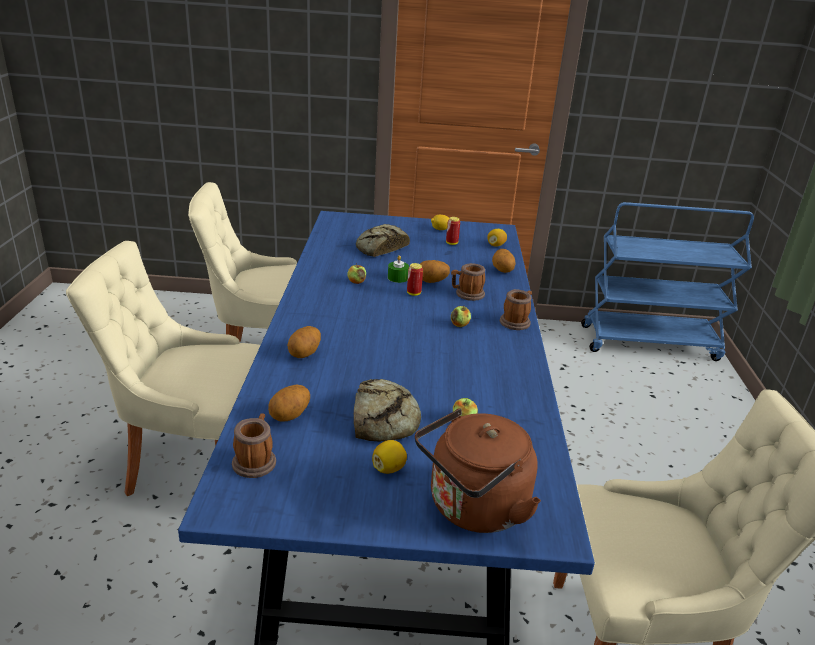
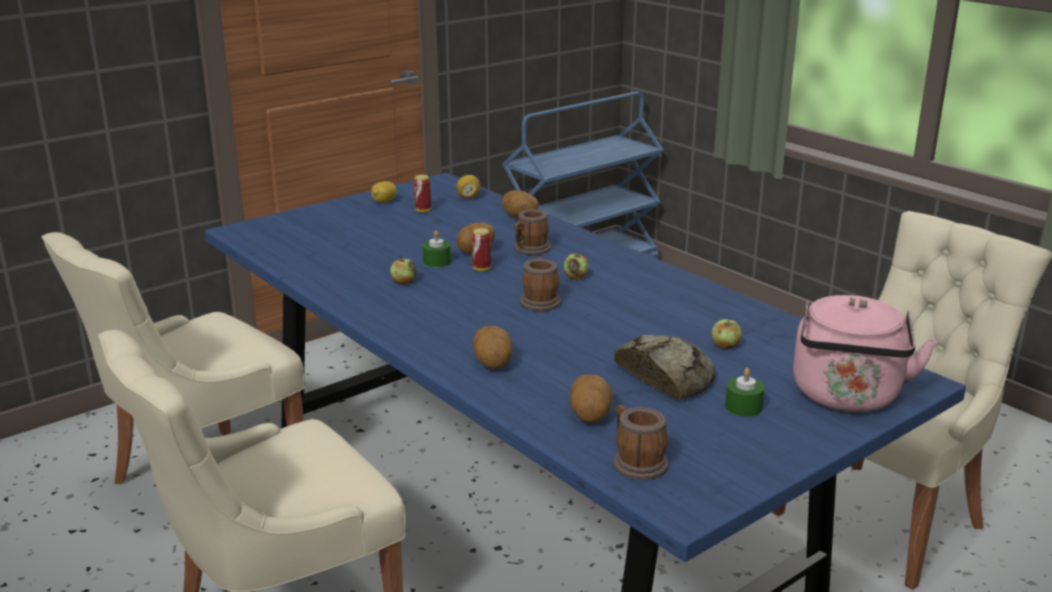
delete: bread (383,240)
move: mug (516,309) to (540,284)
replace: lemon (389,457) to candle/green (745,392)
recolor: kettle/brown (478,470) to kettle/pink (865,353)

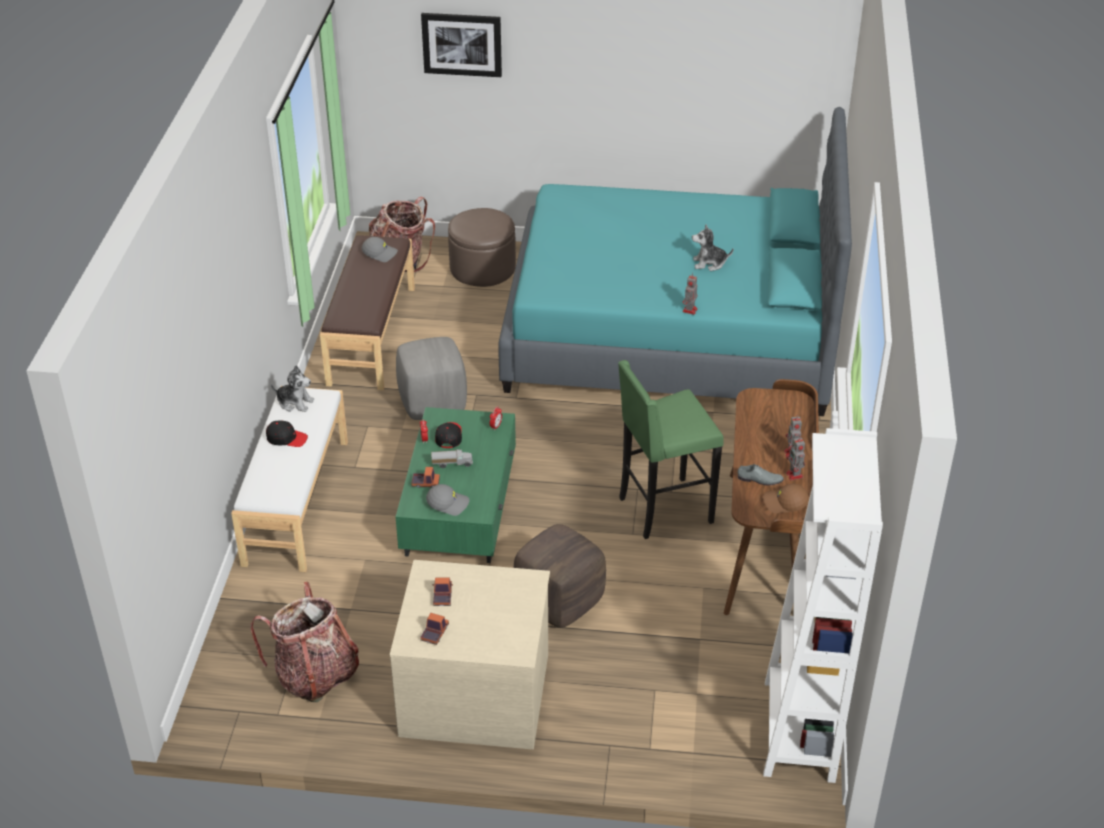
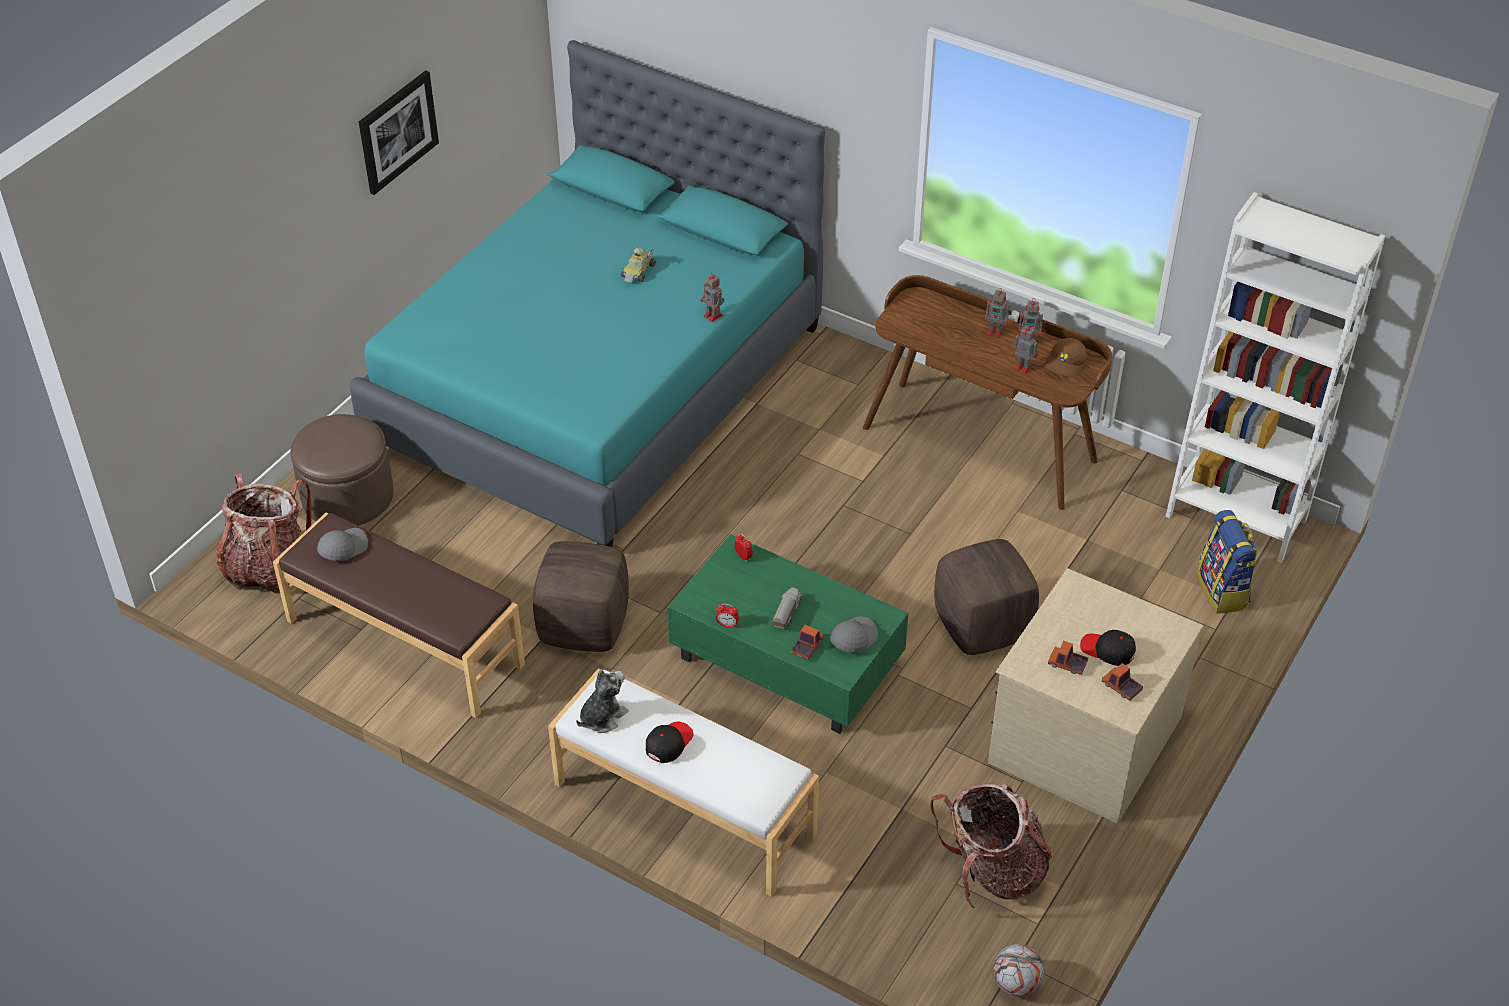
delete: stool/green (671,449)
insert: football (1018,970); backpack (1227,562)
move: picture (461,45) to (399,132); cap/black (448,435) to (1108,648)
replace: plush toy (712,247) to toy car (638,264); shoe/grey (760,474) to toy robot (1025,349)
recolor: ottoman/grey (431,378) to ottoman/brown (581,596)

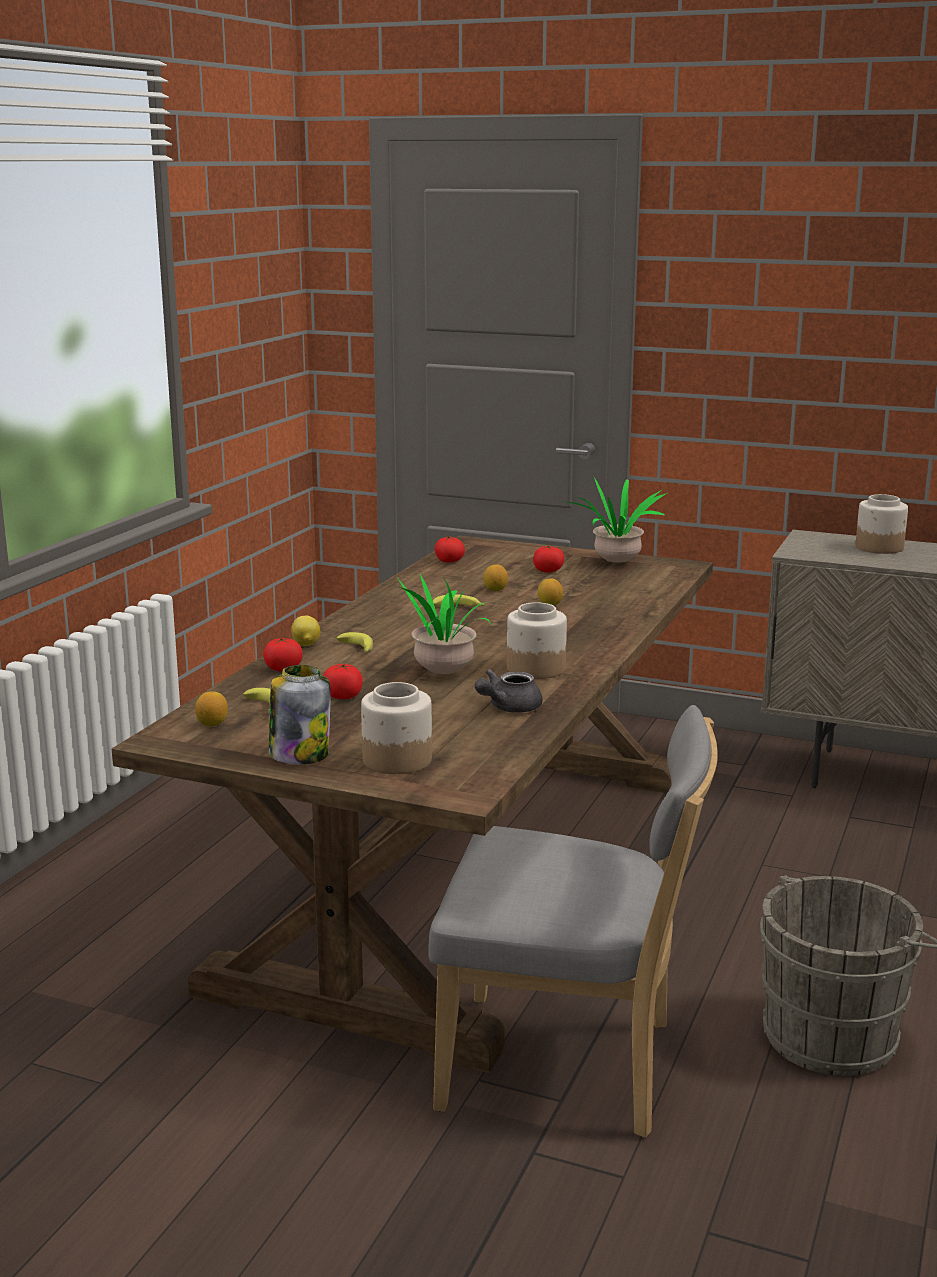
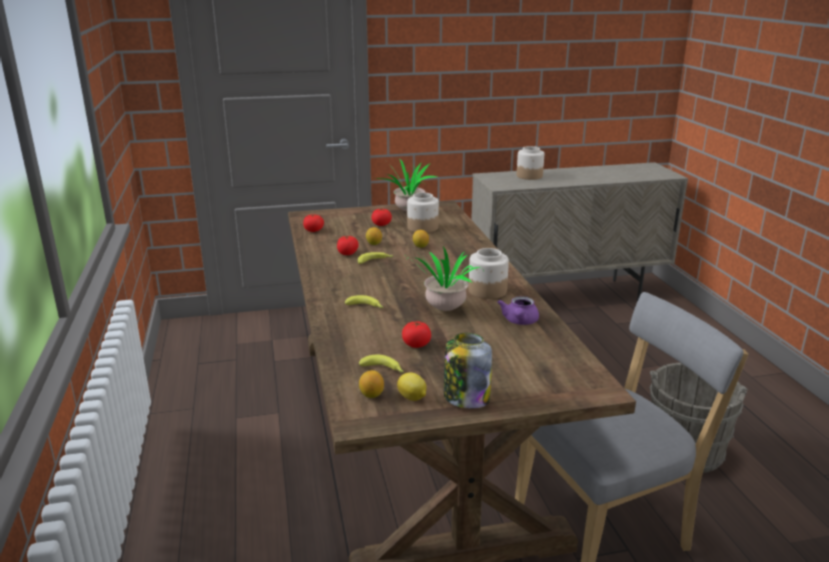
move: tomato (283,654) to (348,245); lemon (305,631) to (412,386); jar (396,728) to (423,213)
recolor: teapot/grey (509,691) to teapot/purple (518,310)

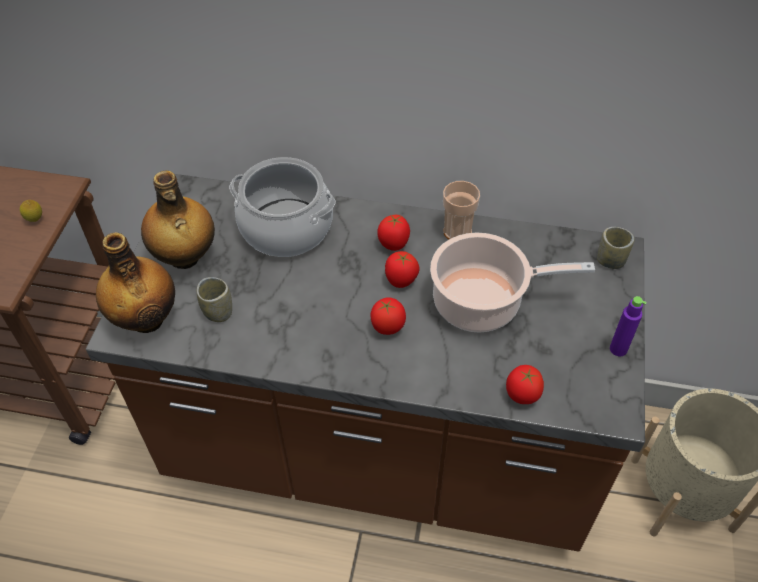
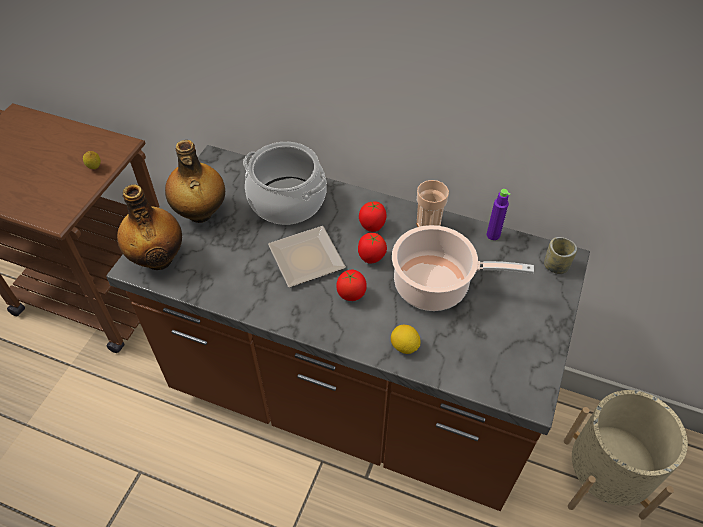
delete: cup (214,299); tomato (525,384)
insert: plate (307,256); lemon (406,339)
move: bottle/purple (628,326) to (498,214)

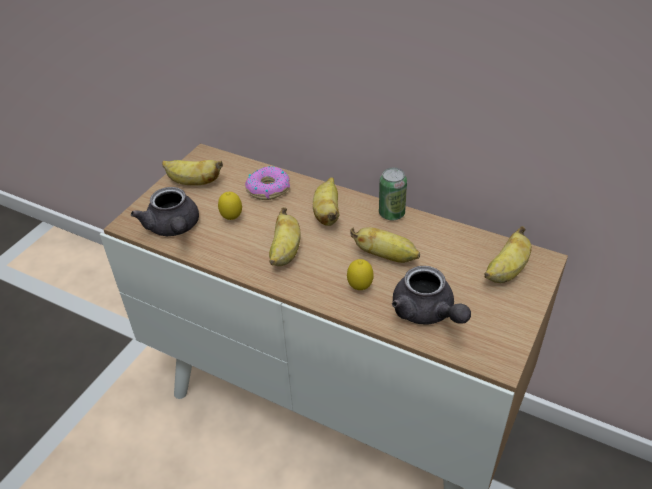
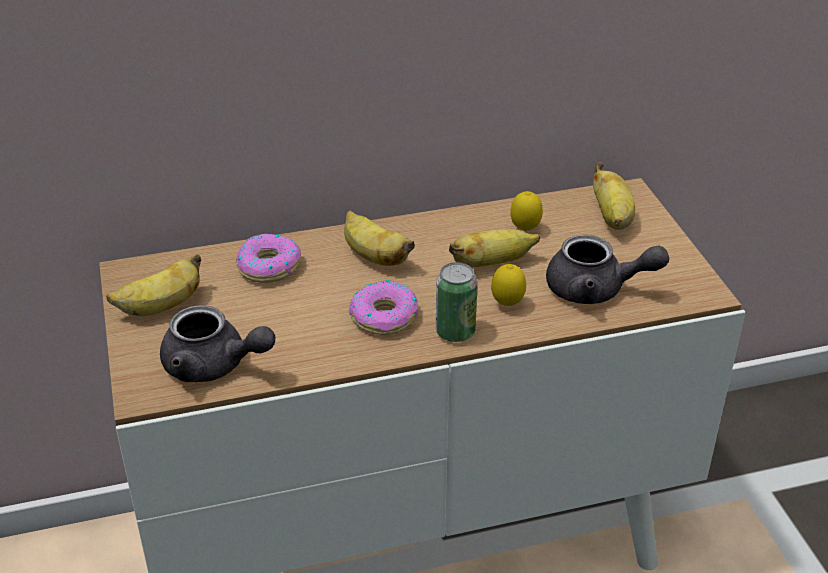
move: lemon (230,206) to (526,211); can (393,194) to (457,302)
replace: banana (285,236) to donut (383,307)

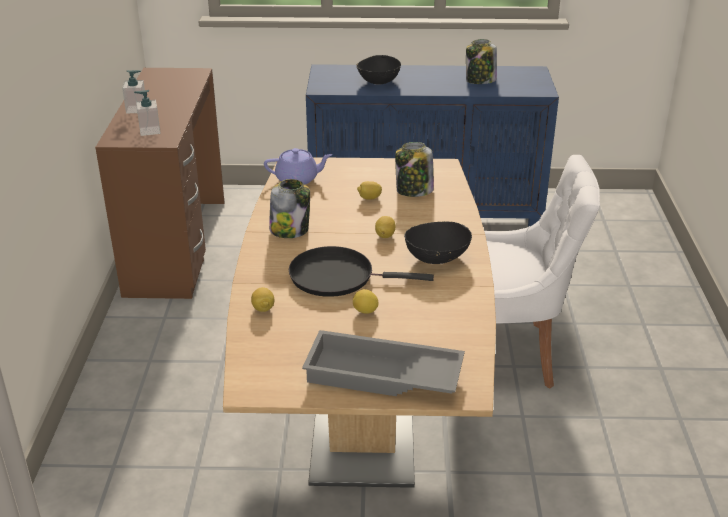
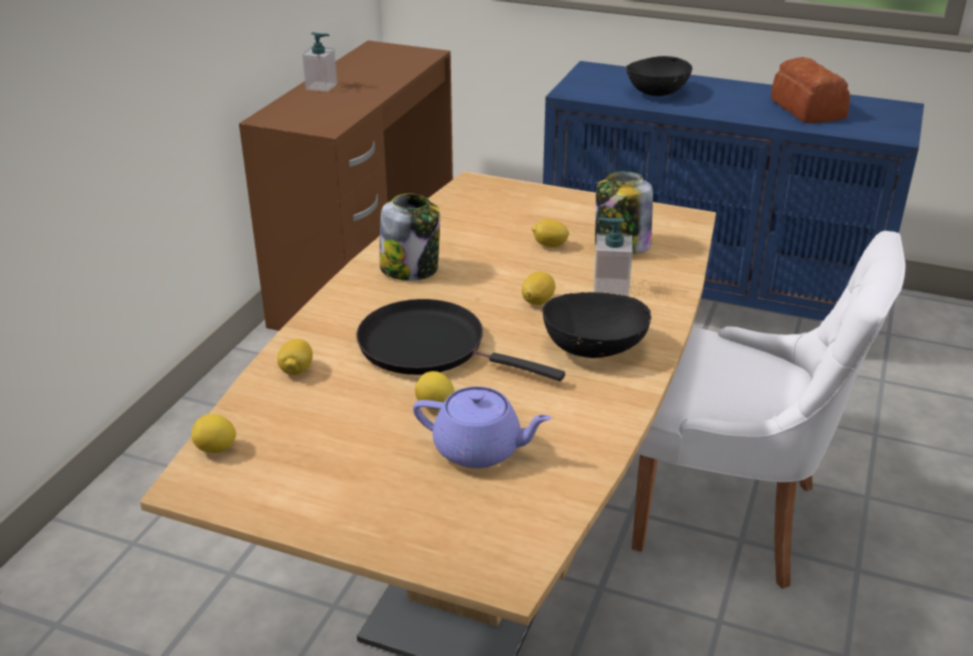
delete: tray/grey (383,363)
insert: lemon (213,433)
move: soap dispenser (147,113) to (613,257); teapot/purple (298,166) to (482,427)
replace: jar (481,61) to bread (810,90)

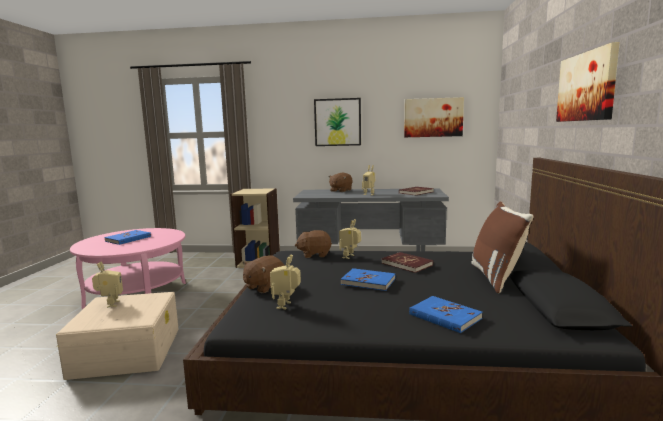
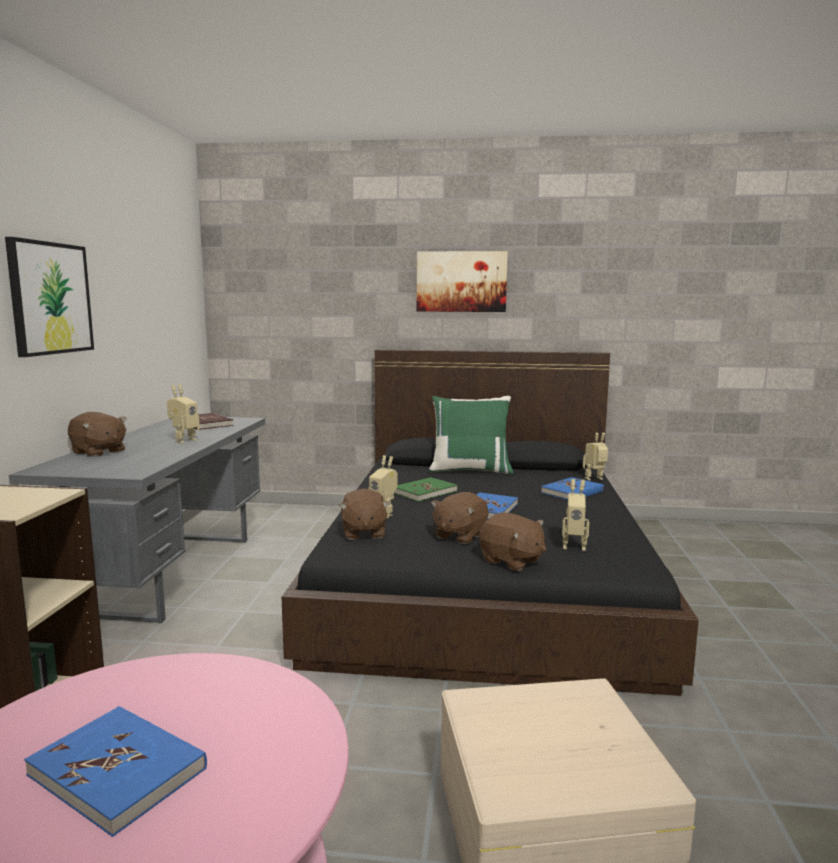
delete: picture (434,117)
insert: plush toy/brown (459,518)
move: toy robot (107,284) to (595,457)
recolor: book/red (407,262) to book/green (426,489); pillow/brown (502,247) to pillow/green (471,435)

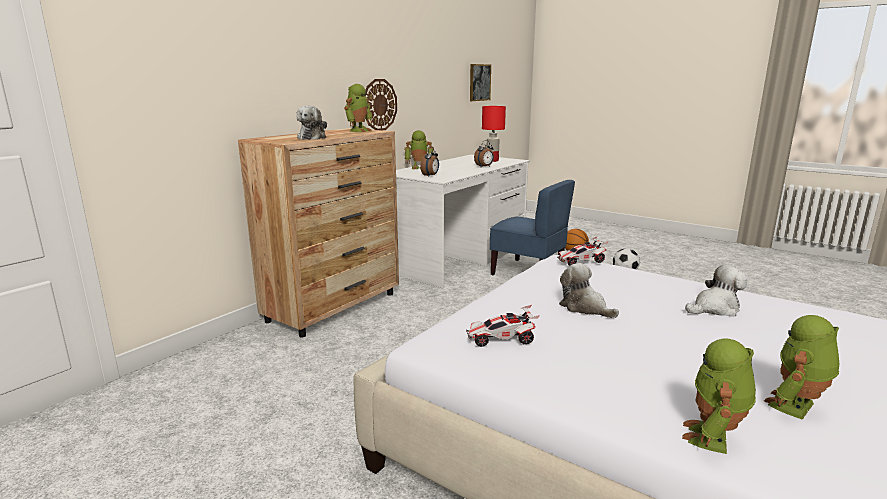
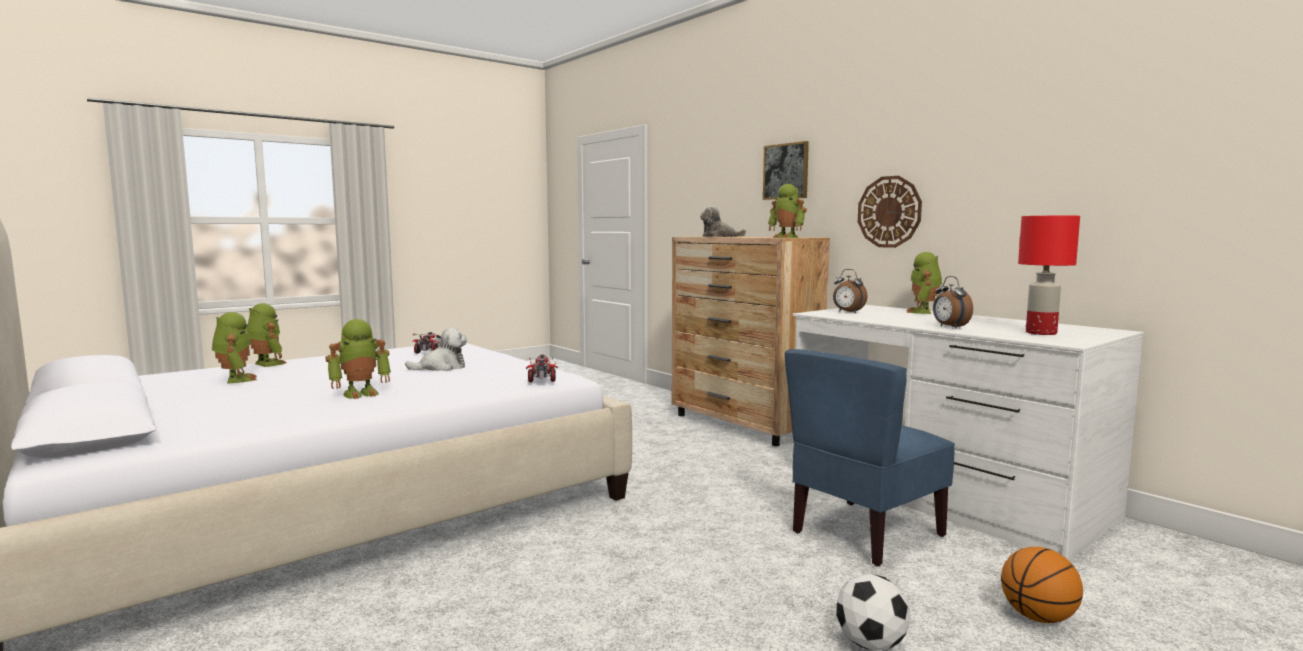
move: picture (480,82) to (786,170)
replace: plush toy (716,291) to toy robot (358,359)

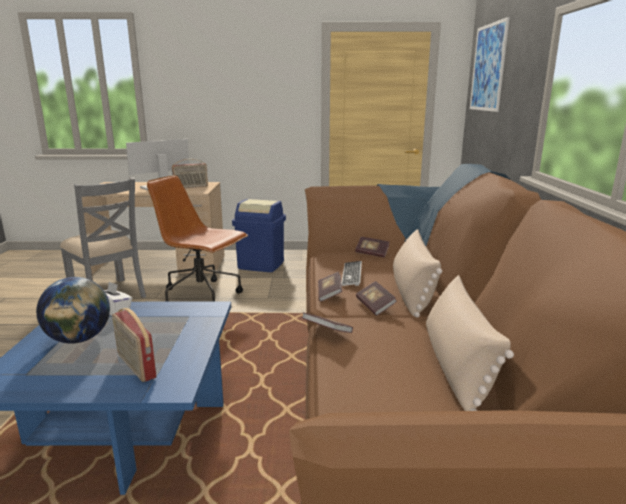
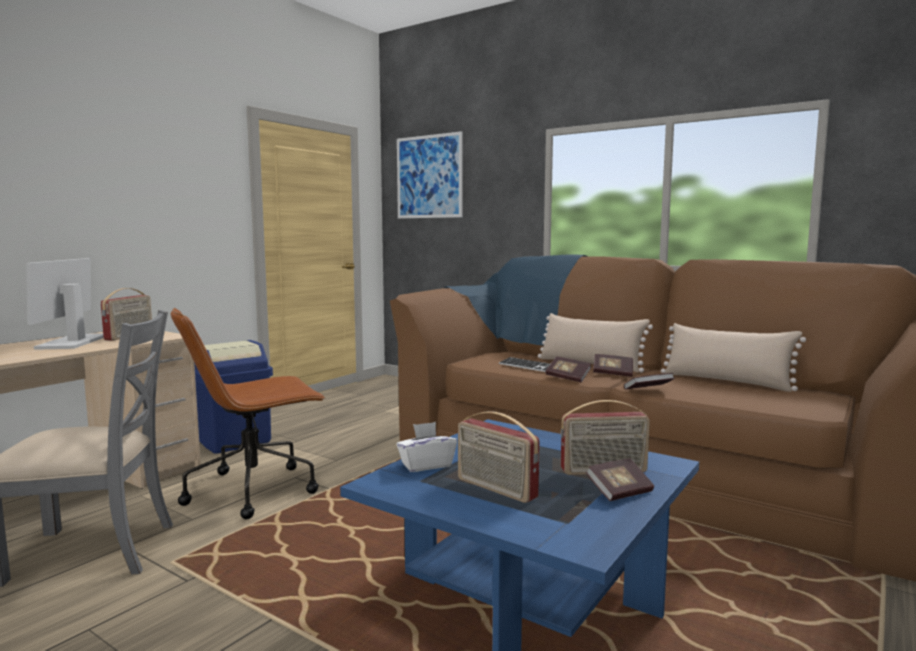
move: book (372,247) to (620,479)
replace: globe (73,310) to radio (499,457)

